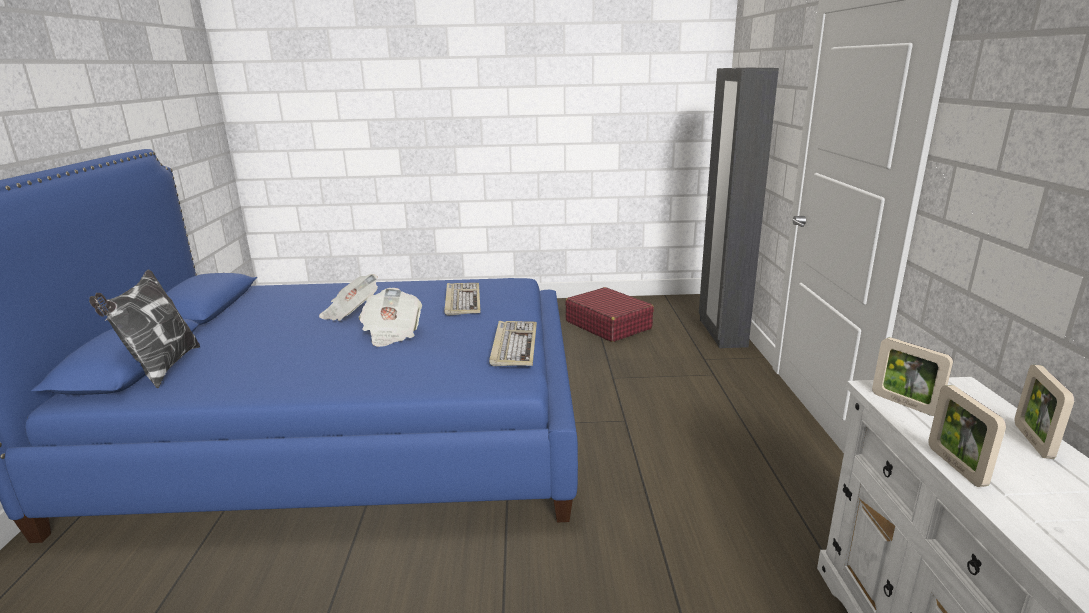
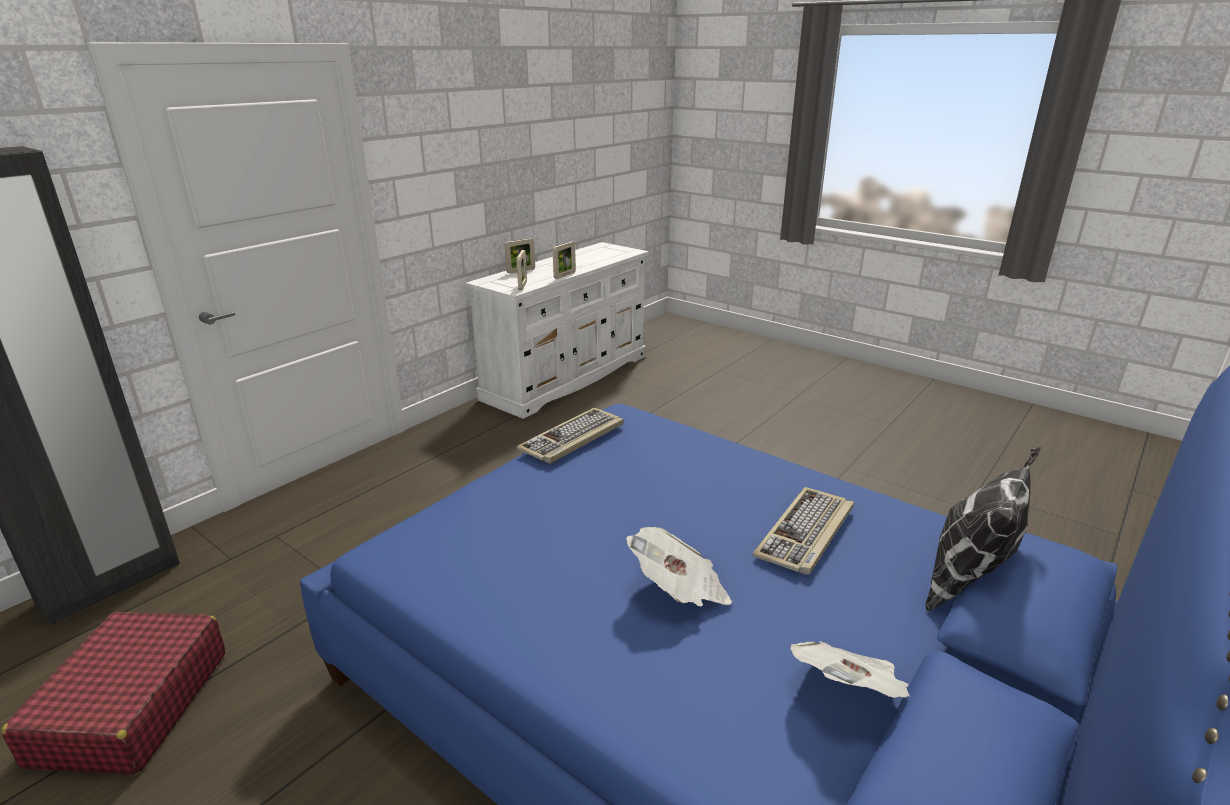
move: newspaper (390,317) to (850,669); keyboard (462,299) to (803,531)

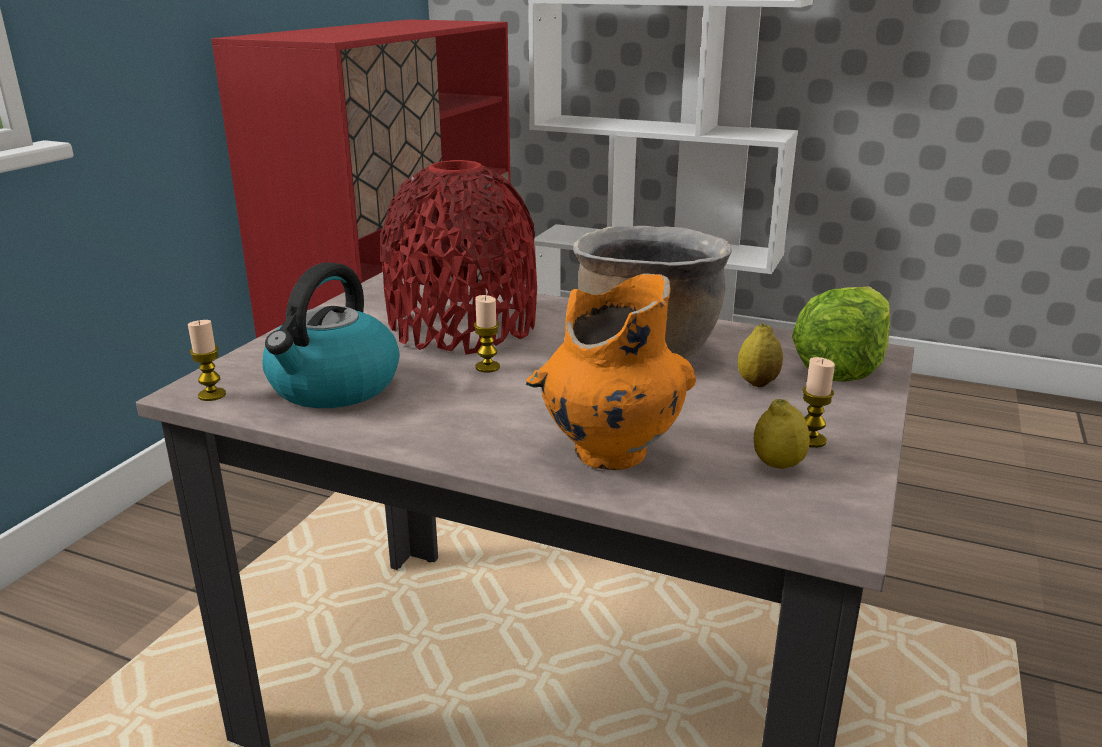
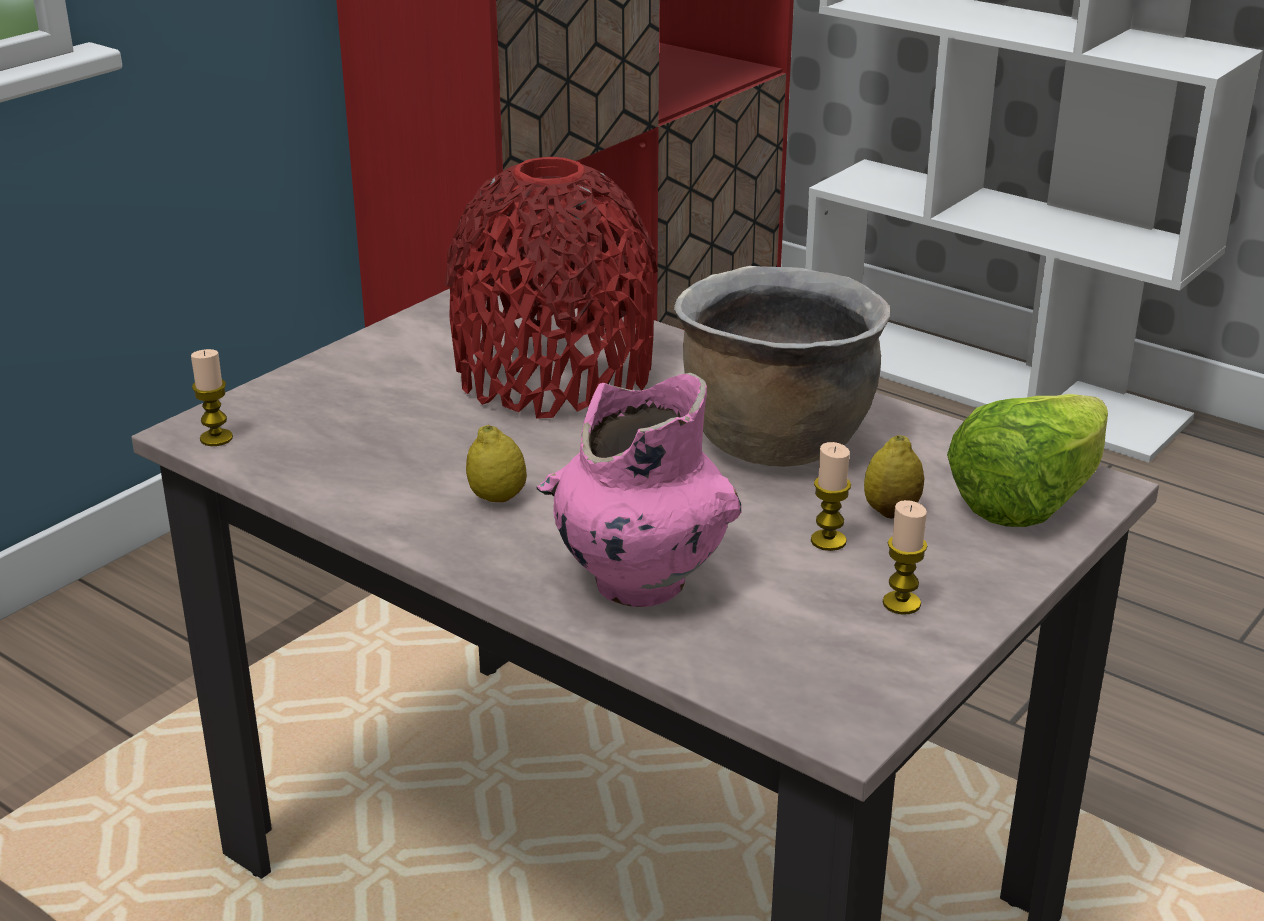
delete: kettle (331,335)
move: candle (487,334) to (831,496); lemon (782,434) to (496,463)
recolor: vase/orange (611,371) to vase/pink (639,490)

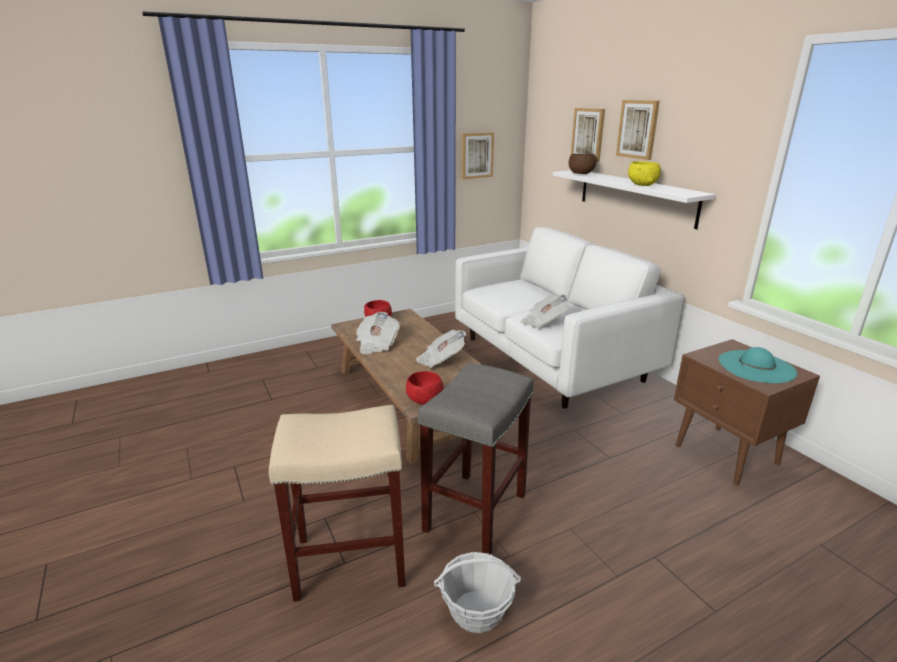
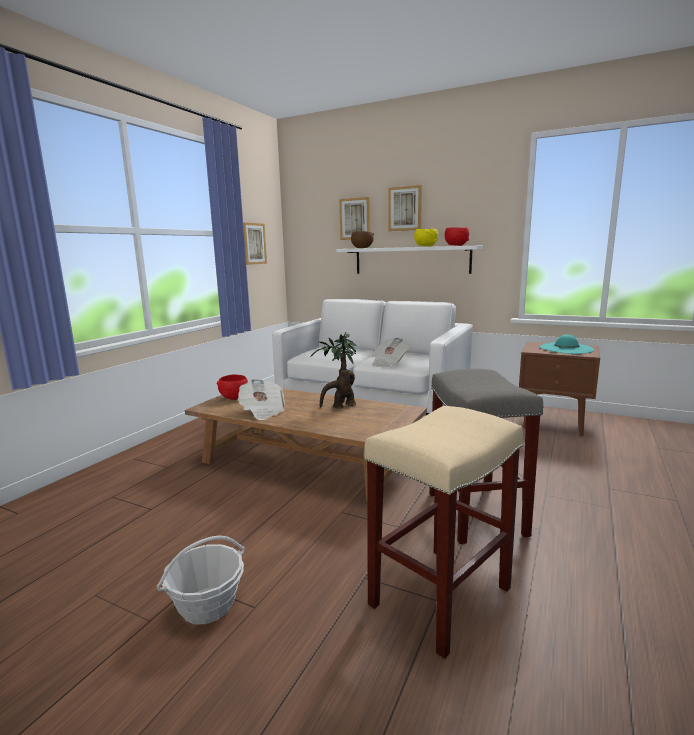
move: bowl/red (424,388) to (457,236); basket (477,592) to (201,580)
replace: newspaper (441,349) to potted plant (333,370)

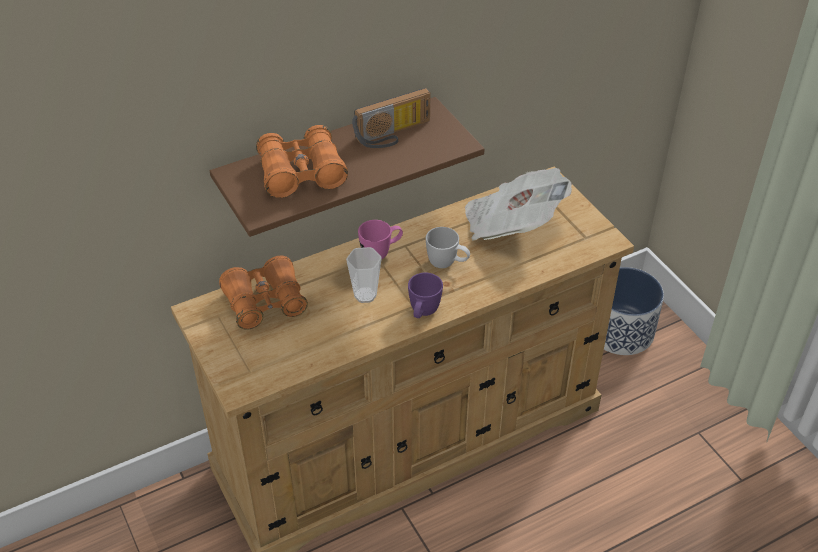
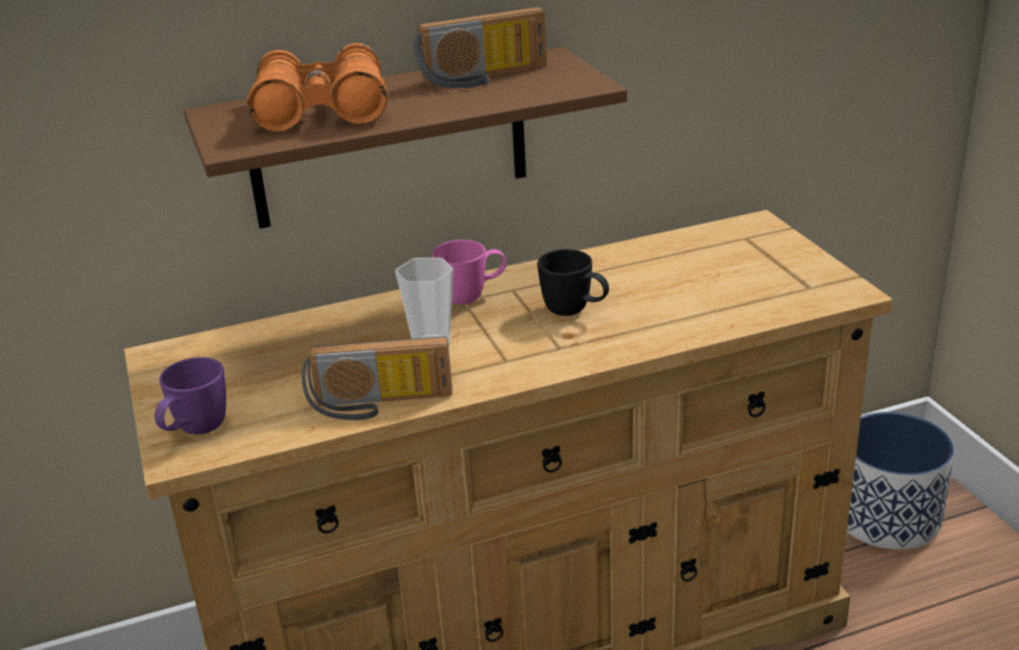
delete: binoculars/orange (263,293); newspaper (518,204)
insert: radio (377,378)
move: mug/purple (425,295) to (190,395)
recolor: mug/white (448,247) to mug/black (573,282)

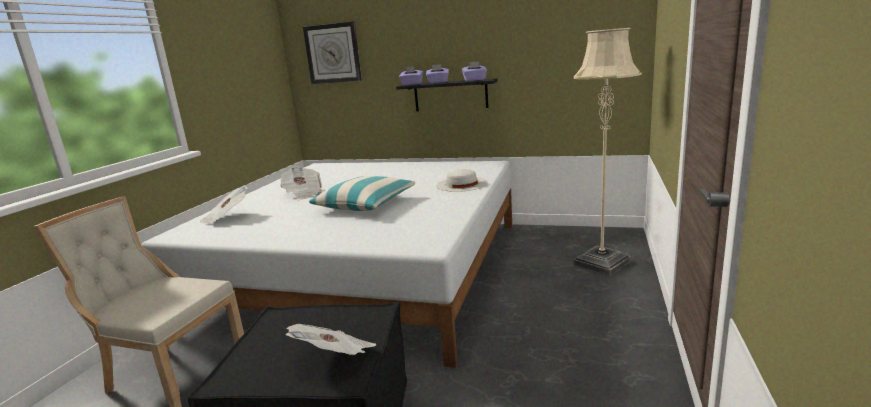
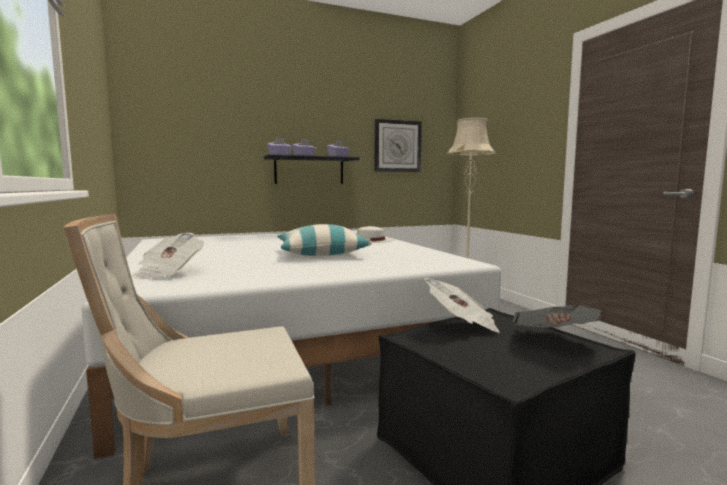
move: newspaper (301,183) to (462,305); wall clock (332,53) to (398,145)

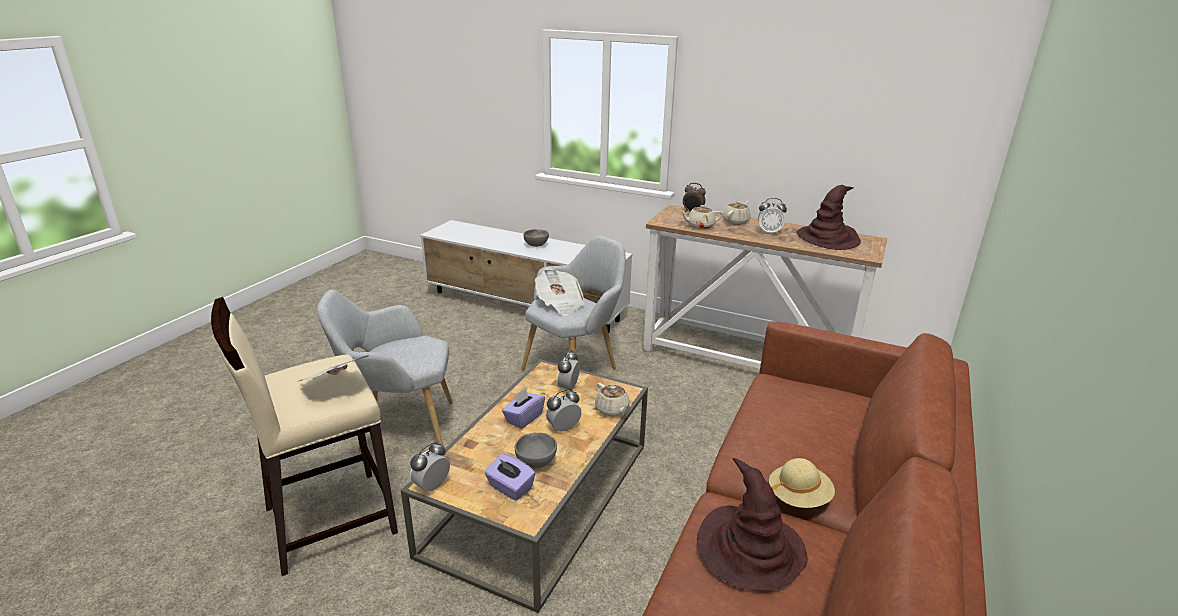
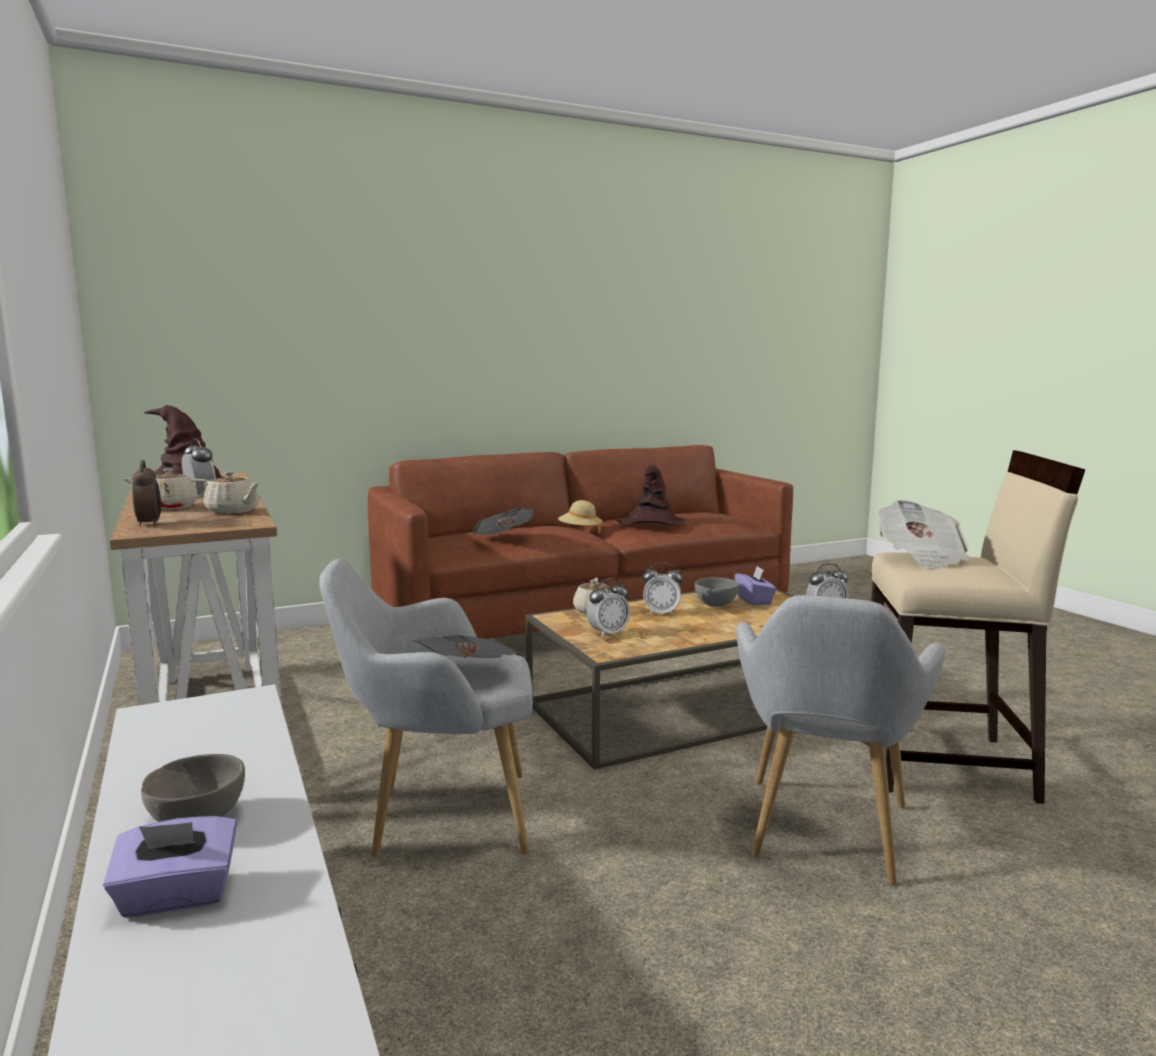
insert: newspaper (503,521)
move: tissue box/purple (523,408) to (170,867)
rotate: armchair/grey (385,370) = (841,740) 75 degrees clockwise

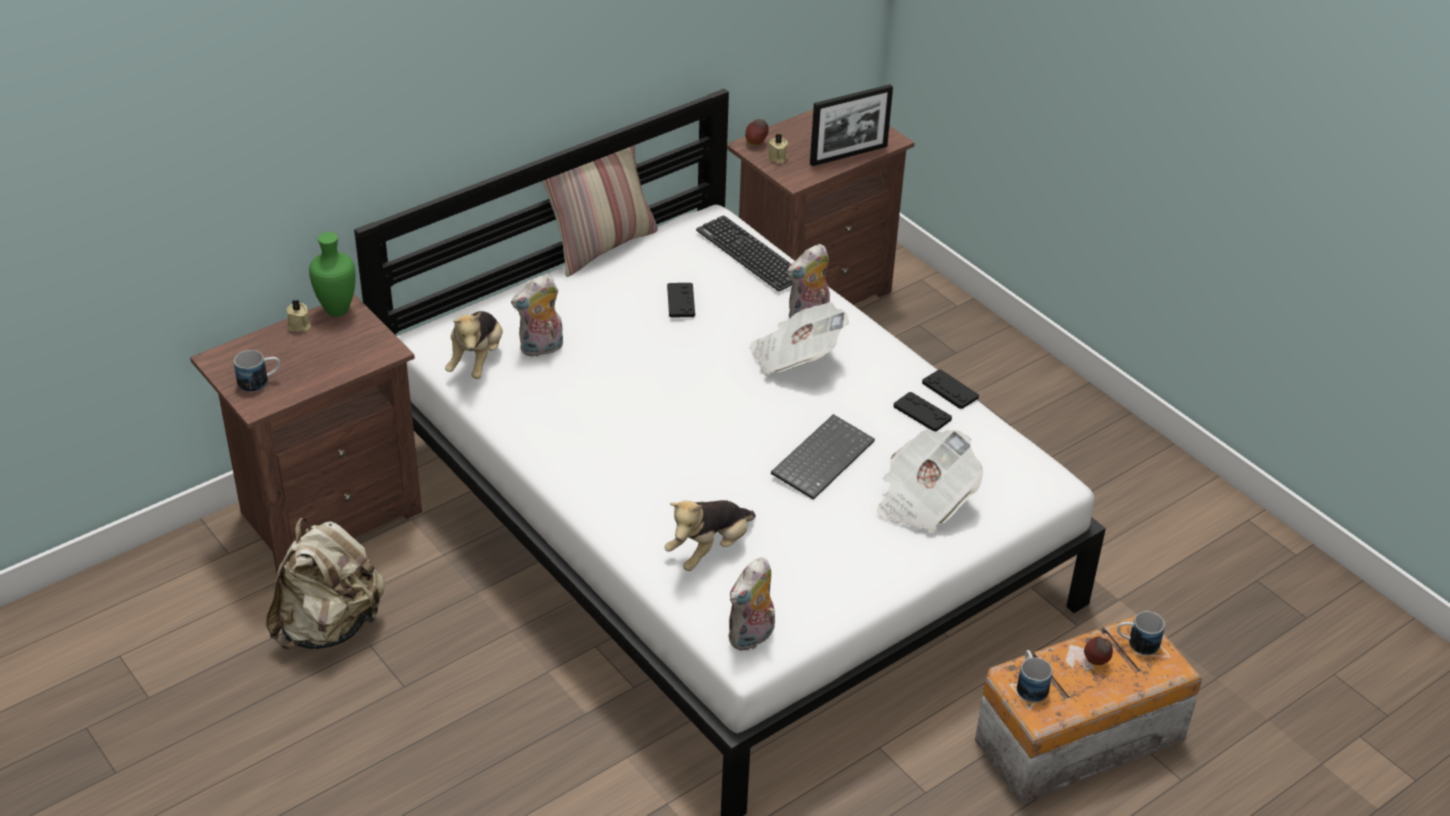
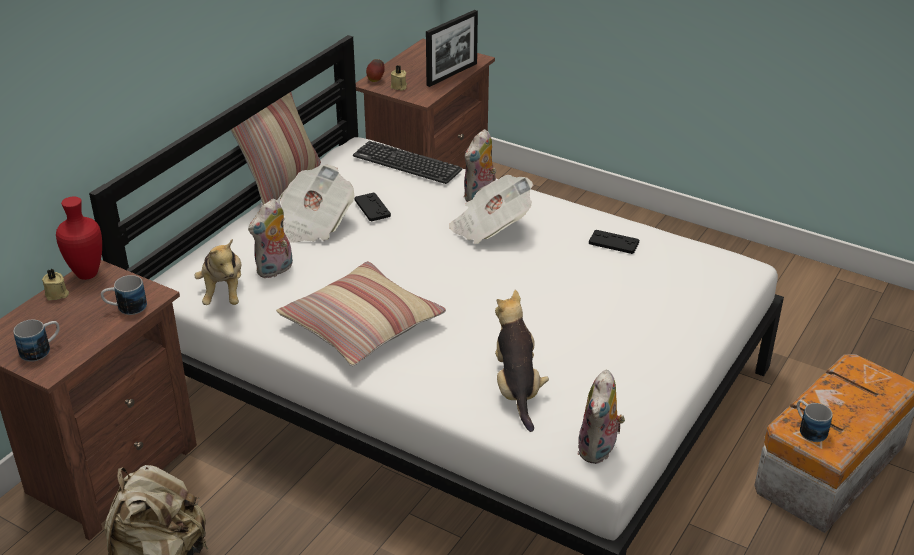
delete: keyboard (823,457); game controller/black (950,389); apple (1098,650)
insert: pillow (361,313)
move: newspaper (930,480) to (317,204); mug (1141,633) to (124,295)
recolor: vase/green (332,274) to vase/red (79,238)
rotate: plush toy (710,535) = (522,361) 150 degrees clockwise

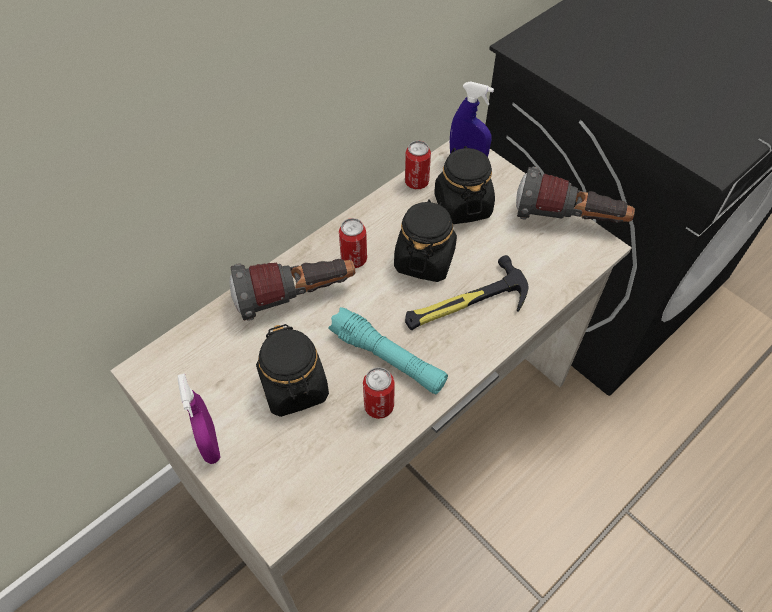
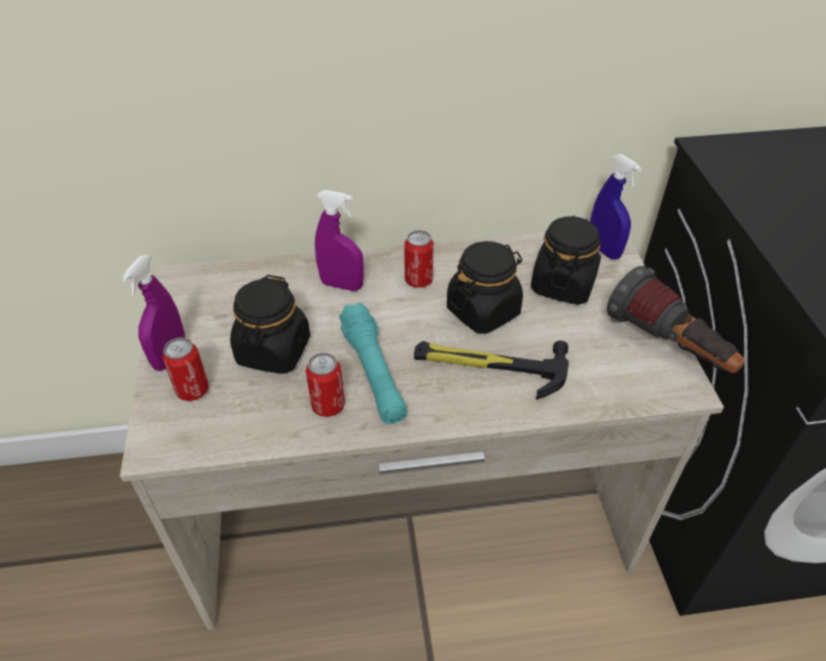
move: can (418,165) to (186,369)
replace: flashlight (292,290) to spray bottle/purple (339,240)

